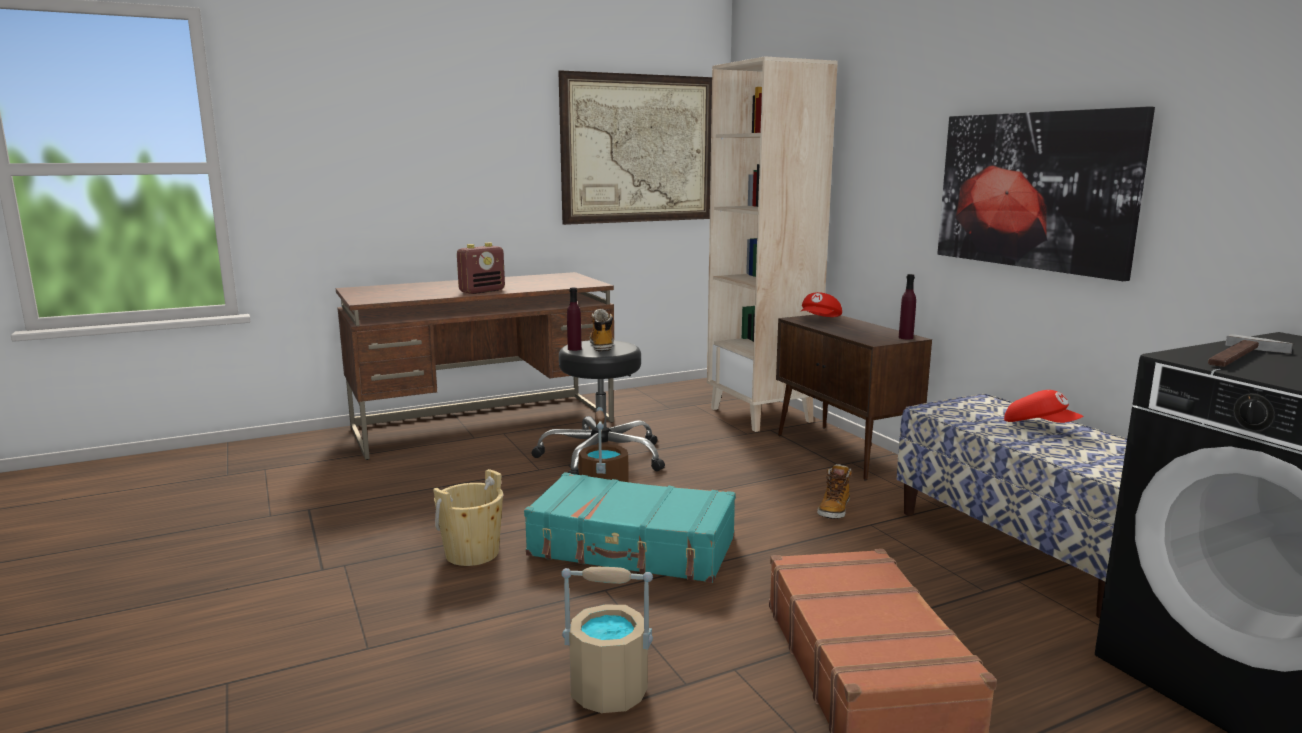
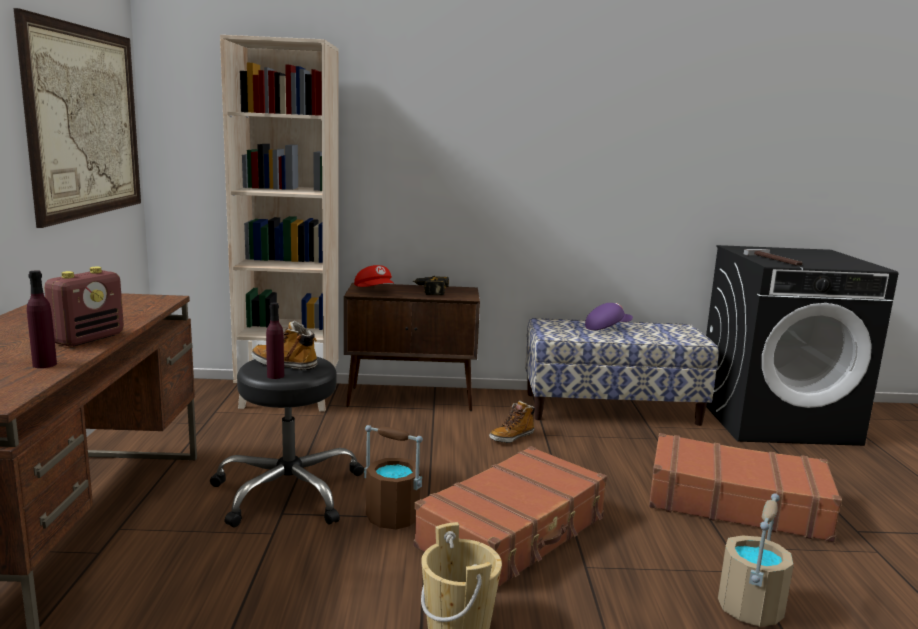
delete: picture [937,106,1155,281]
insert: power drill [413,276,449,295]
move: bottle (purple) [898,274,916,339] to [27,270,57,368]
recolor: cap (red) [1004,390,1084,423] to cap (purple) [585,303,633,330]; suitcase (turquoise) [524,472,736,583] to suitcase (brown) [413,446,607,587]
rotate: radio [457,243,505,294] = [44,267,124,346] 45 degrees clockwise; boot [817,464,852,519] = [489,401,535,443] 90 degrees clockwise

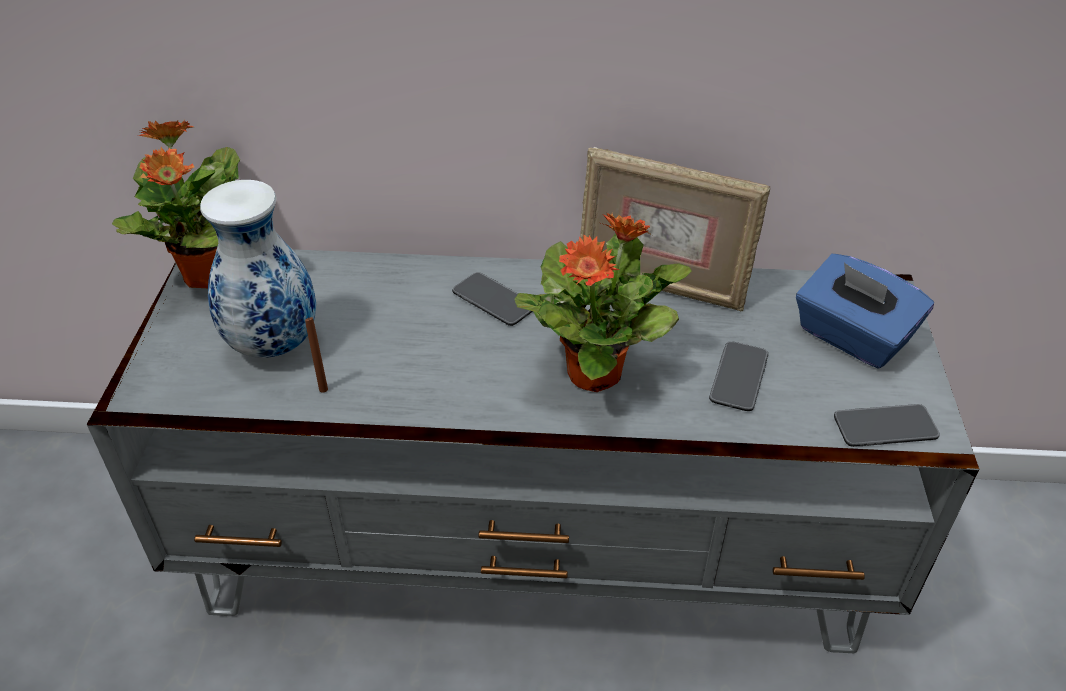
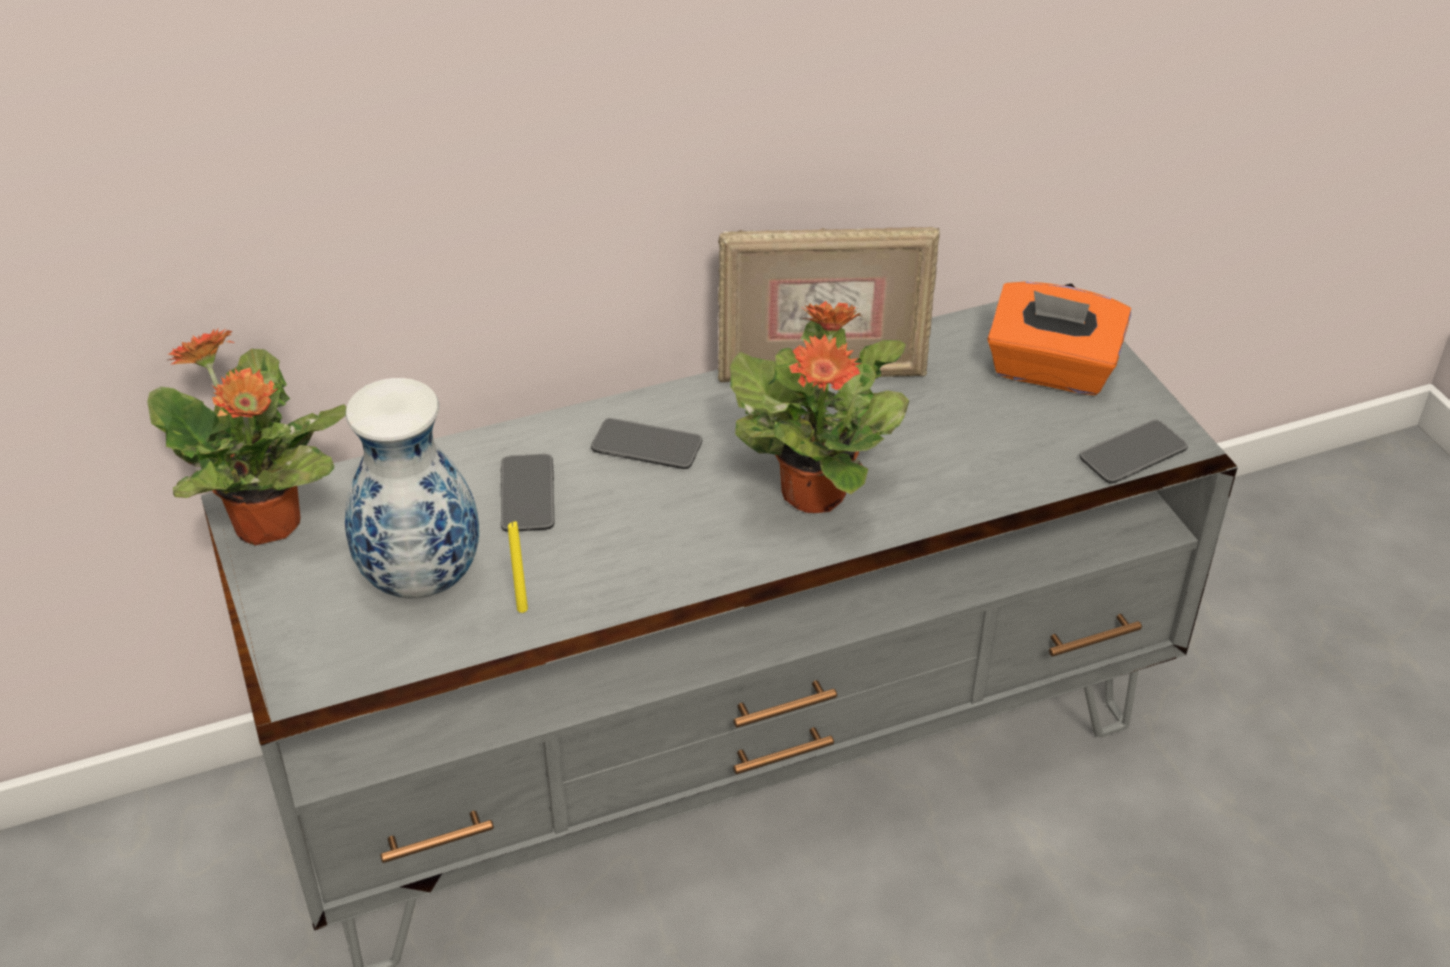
move: phone [709,341,768,411] to [501,454,554,532]
recolor: tissue box (blue) [796,254,934,369] to tissue box (orange) [987,281,1131,395]; candle (brown) [305,317,328,393] to candle (yellow) [508,521,528,613]

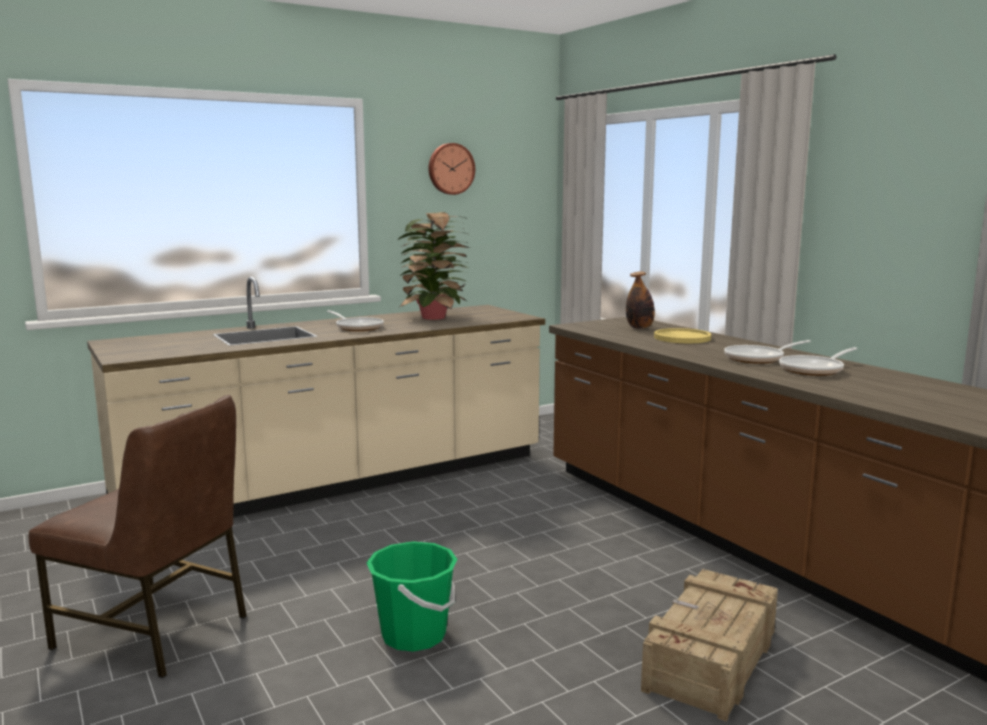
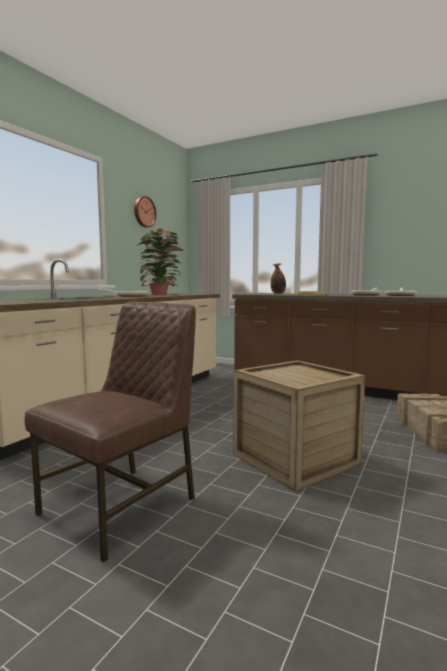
replace: bucket (green) [367,541,458,652] to crate [233,360,366,492]
rotate: chair (brown) [29,395,247,678] = [24,302,196,562] 45 degrees counterclockwise

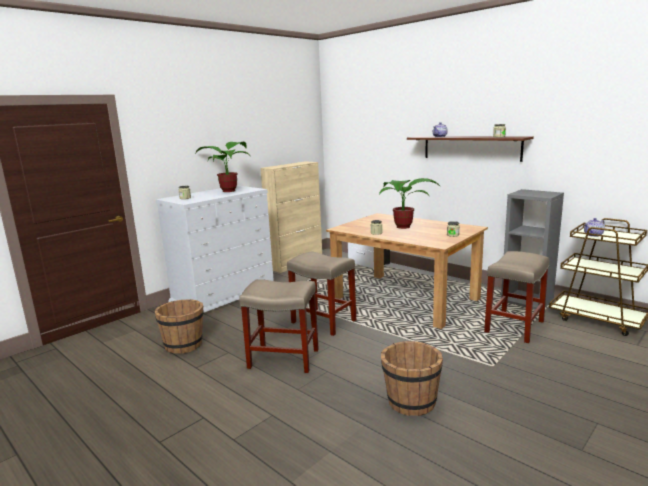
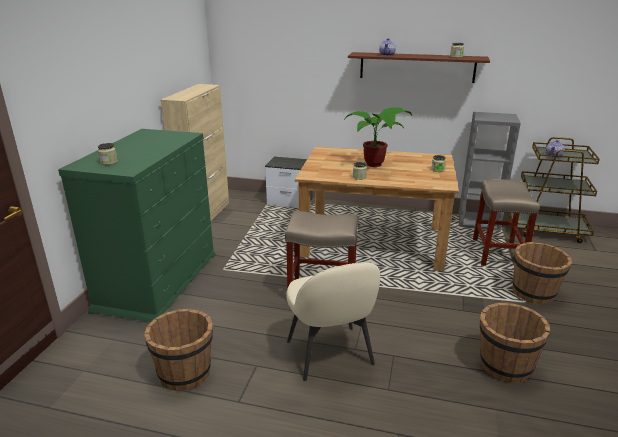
delete: potted plant [196,142,249,192]
insert: bucket (brown) [513,242,572,305]
replace: stool (beige) [239,279,319,373] to chair (beige) [286,262,380,381]
recolor: dresser (white) [156,185,274,312] to dresser (green) [58,129,215,322]

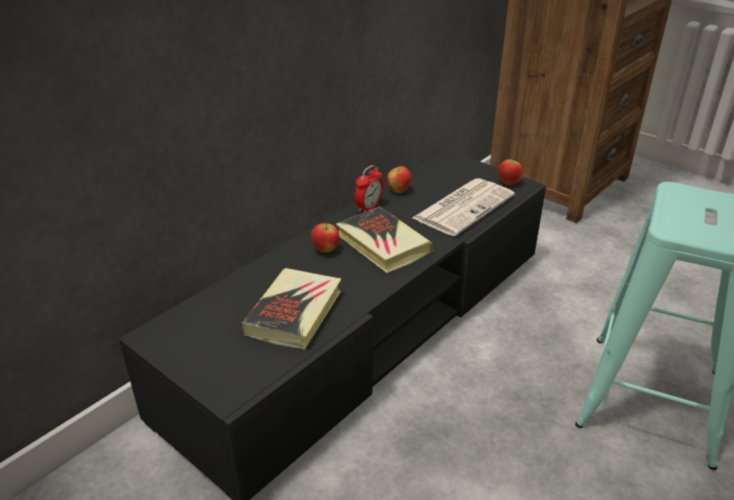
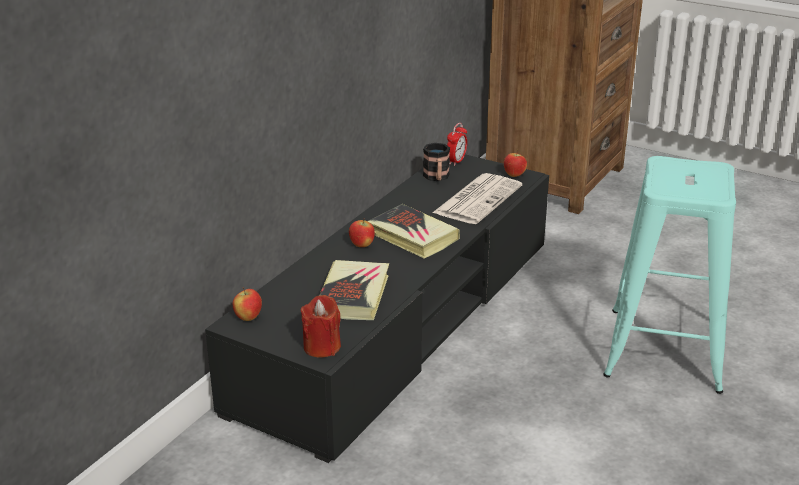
insert: mug [423,143,450,181]; candle (red) [301,295,341,358]
move: apple [387,164,411,193] to [233,287,262,321]; alarm clock [355,165,383,212] to [447,123,467,166]

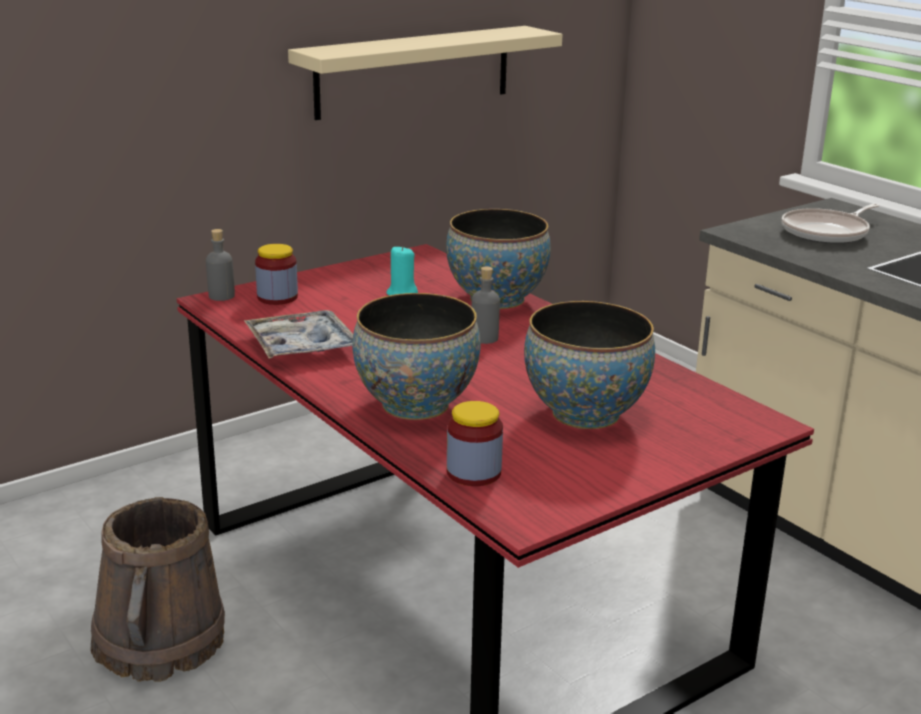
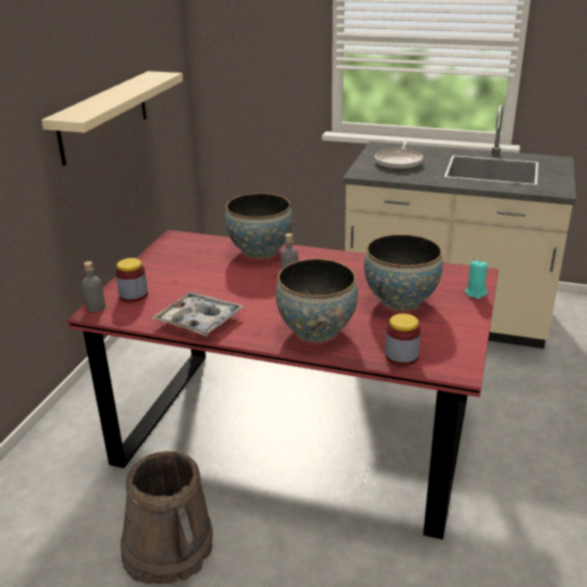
move: candle (turquoise) [386,246,418,295] to [465,260,487,299]

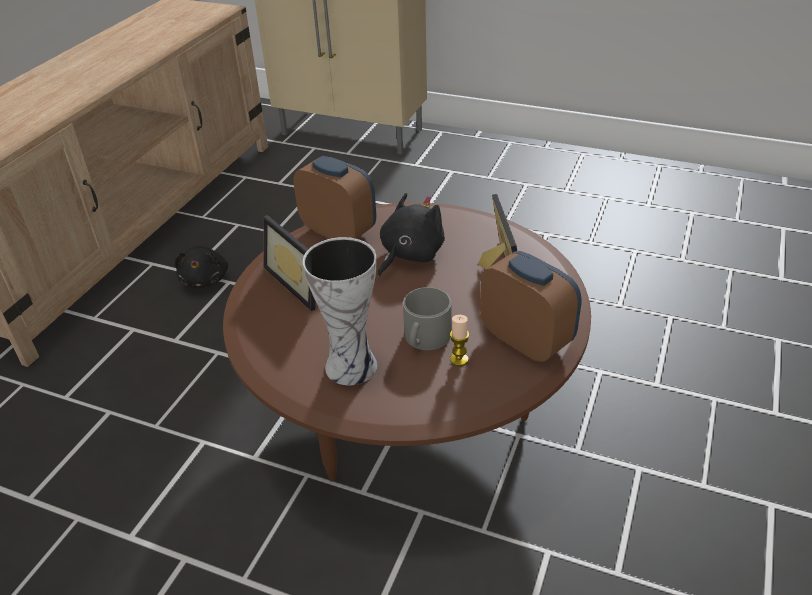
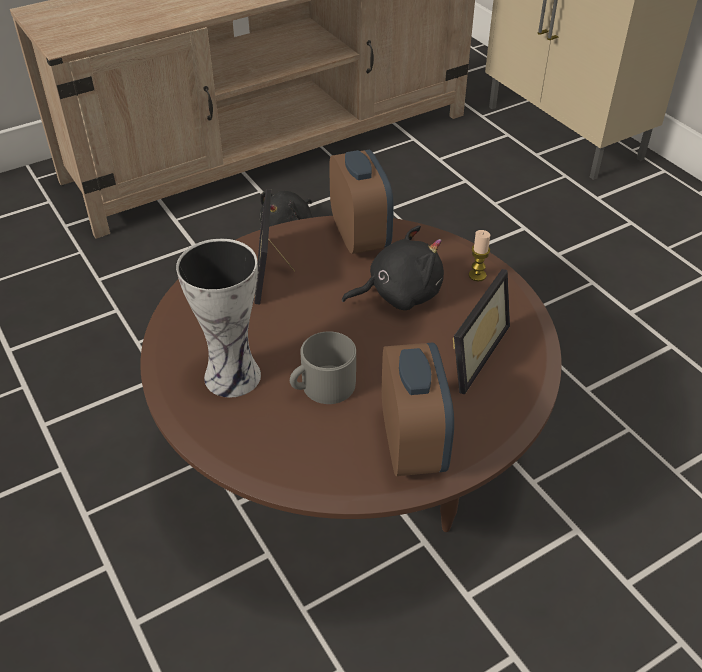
move: candle [450,315,469,366] to [469,230,490,281]

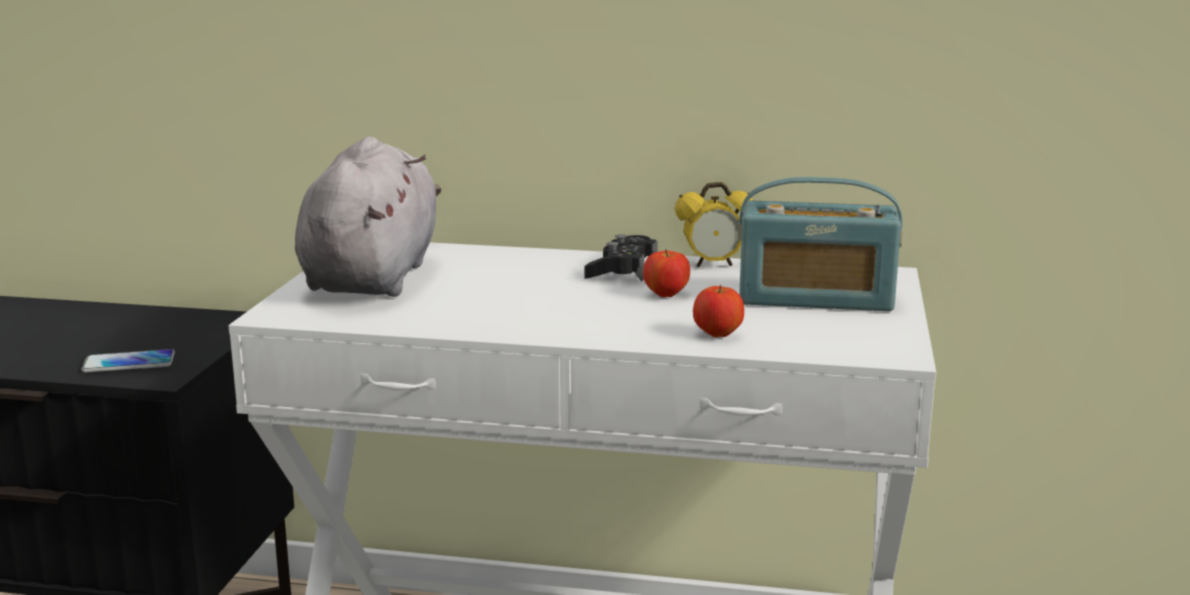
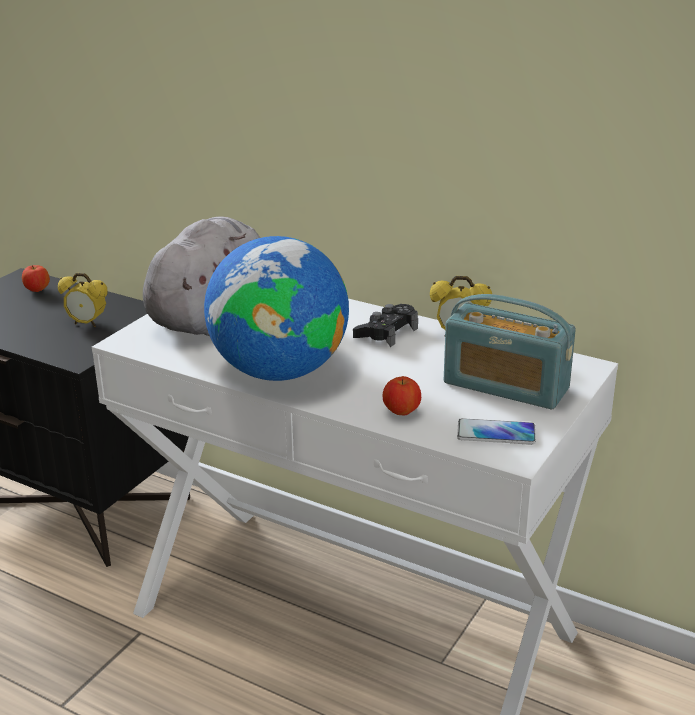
insert: globe [204,236,349,381]; alarm clock [58,273,108,327]
move: apple [643,249,690,297] to [22,265,50,292]; phone [82,349,175,372] to [457,418,536,445]

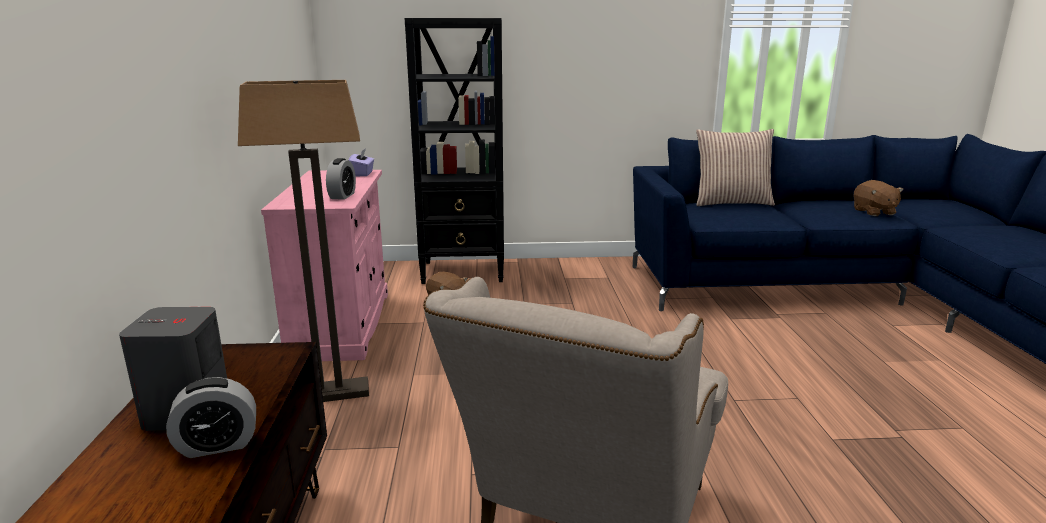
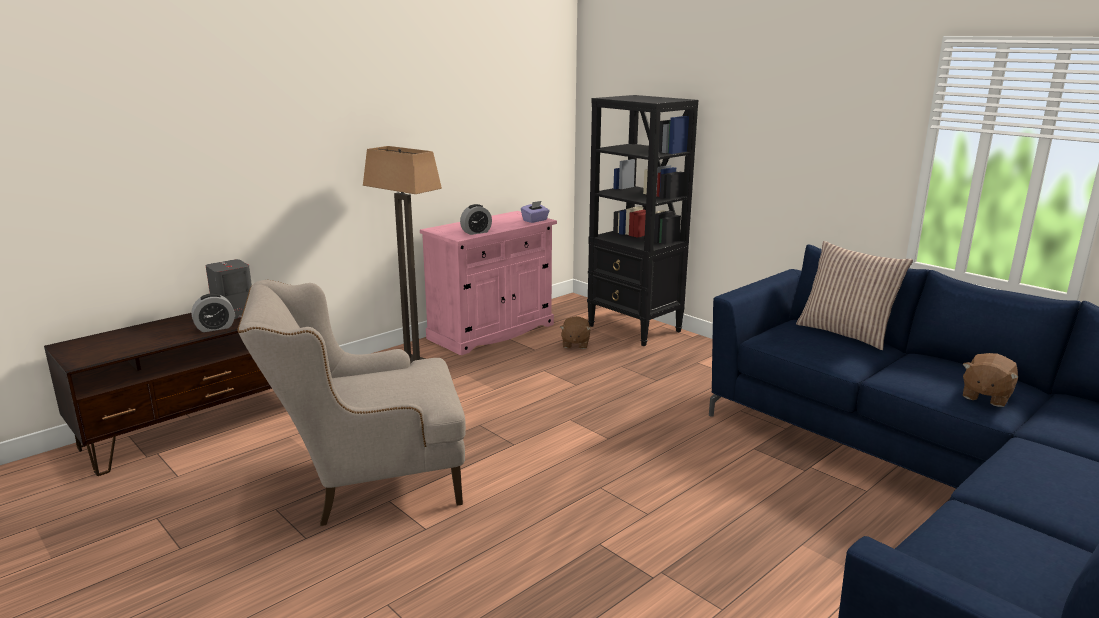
rotate: alarm clock [166,377,256,458] = [191,293,235,332] 60 degrees counterclockwise

